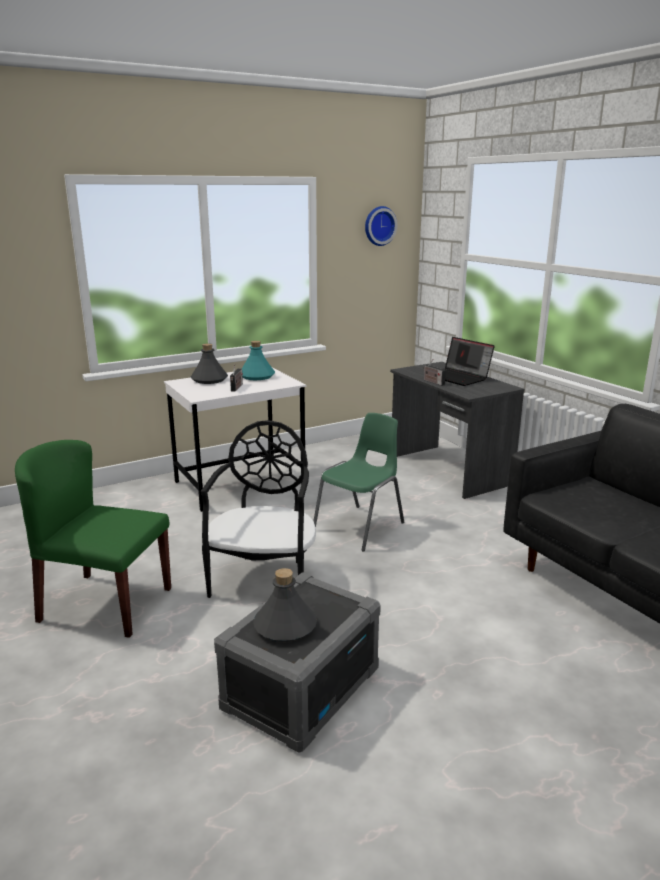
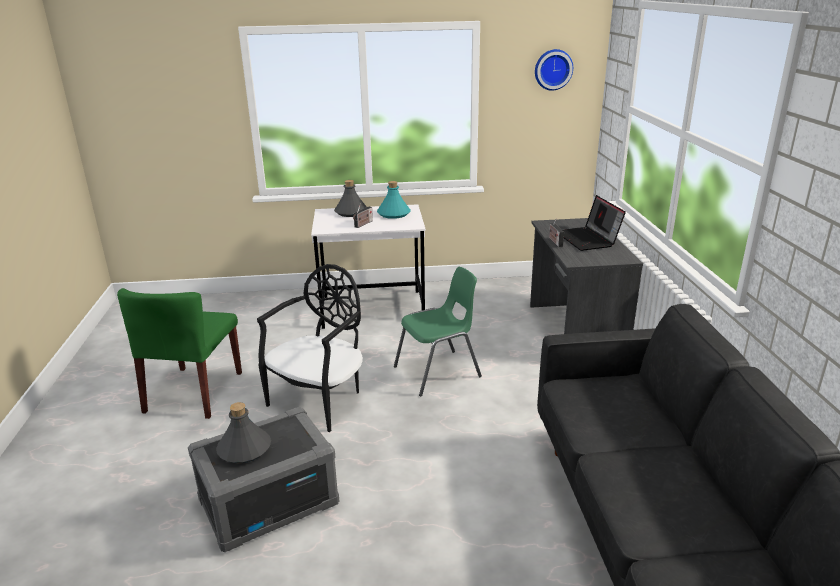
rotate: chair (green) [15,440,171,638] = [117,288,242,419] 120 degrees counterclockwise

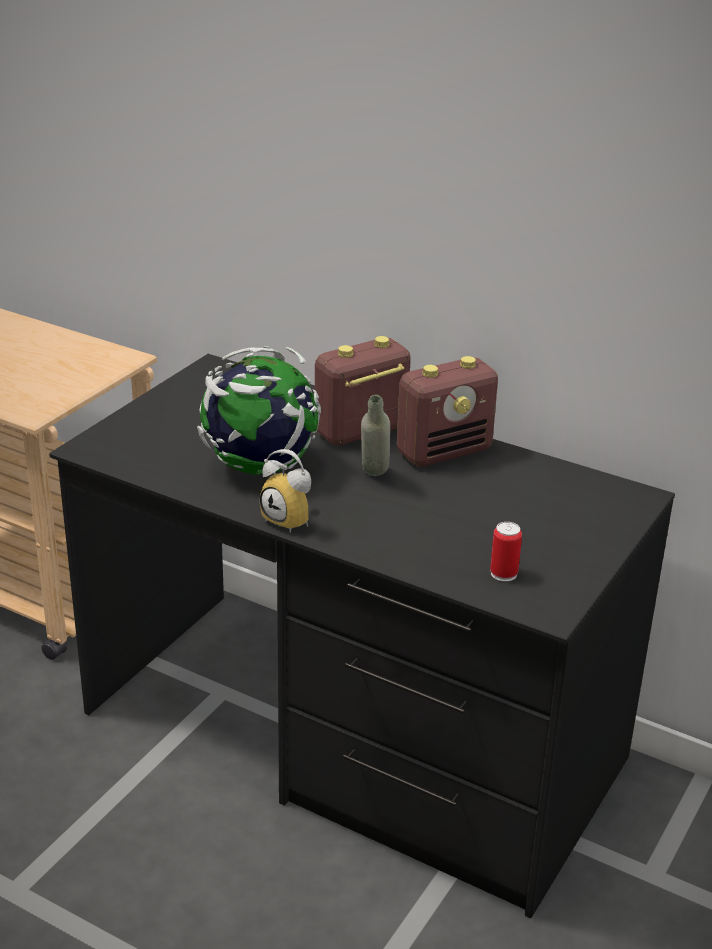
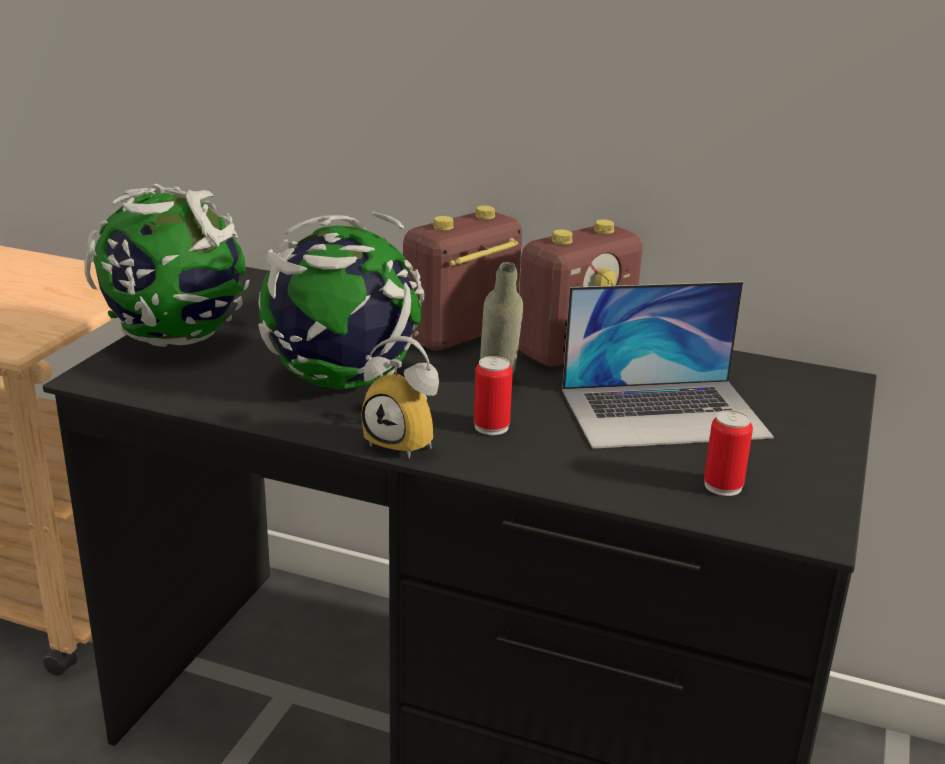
insert: globe [84,184,249,347]; laptop [562,282,774,449]; can [474,356,513,435]

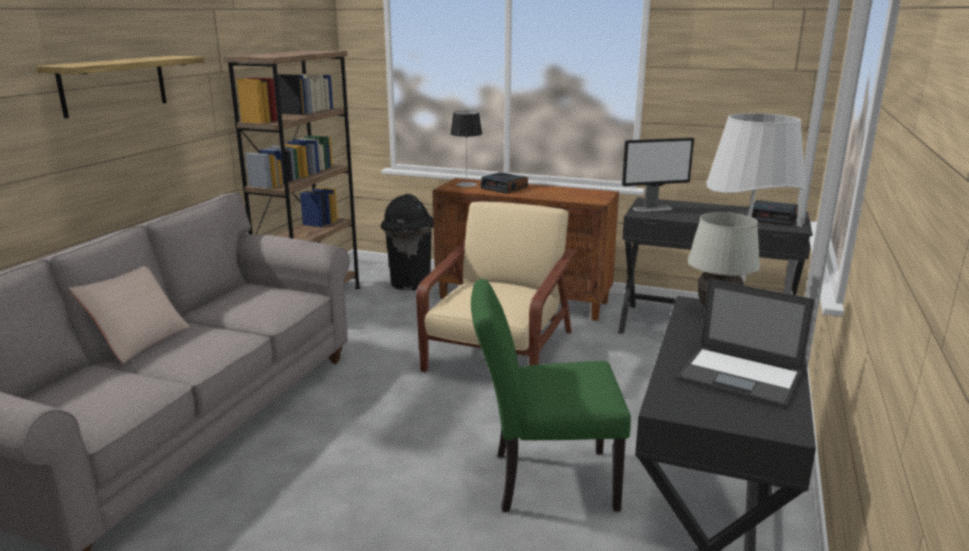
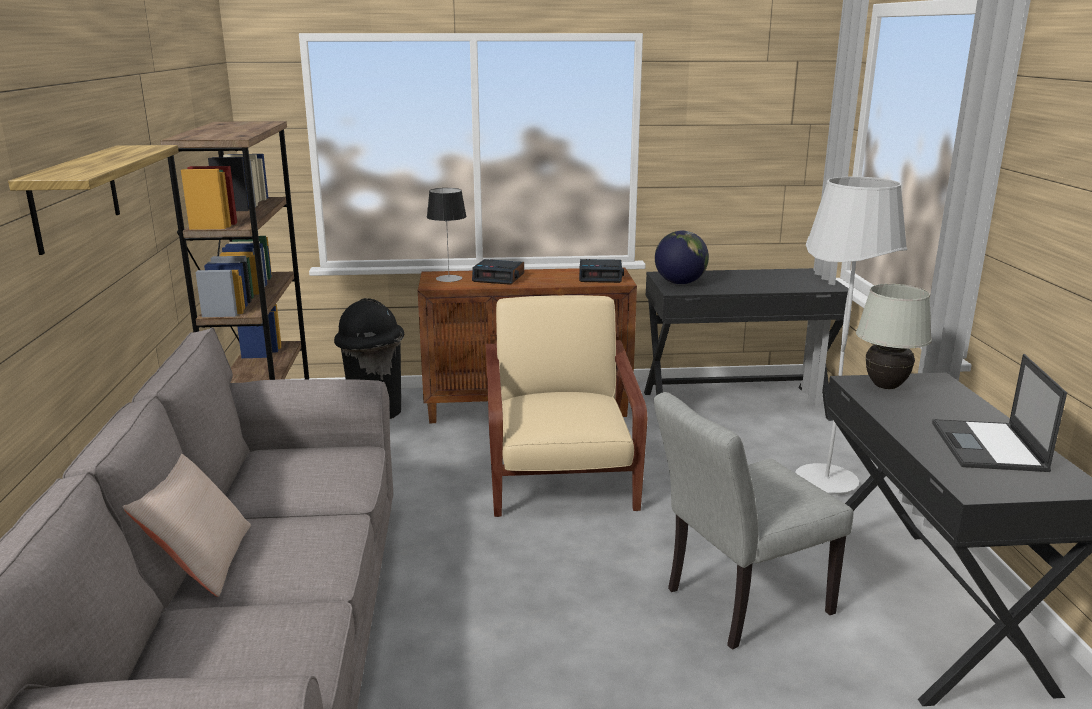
move: alarm clock [751,200,798,226] to [579,259,624,283]
replace: monitor [622,138,694,212] to globe [655,231,709,284]
recolor: chair (green) [471,279,631,512] to chair (grey) [654,392,853,649]
rotate: laptop [677,279,815,409] = [932,354,1067,472] 90 degrees clockwise

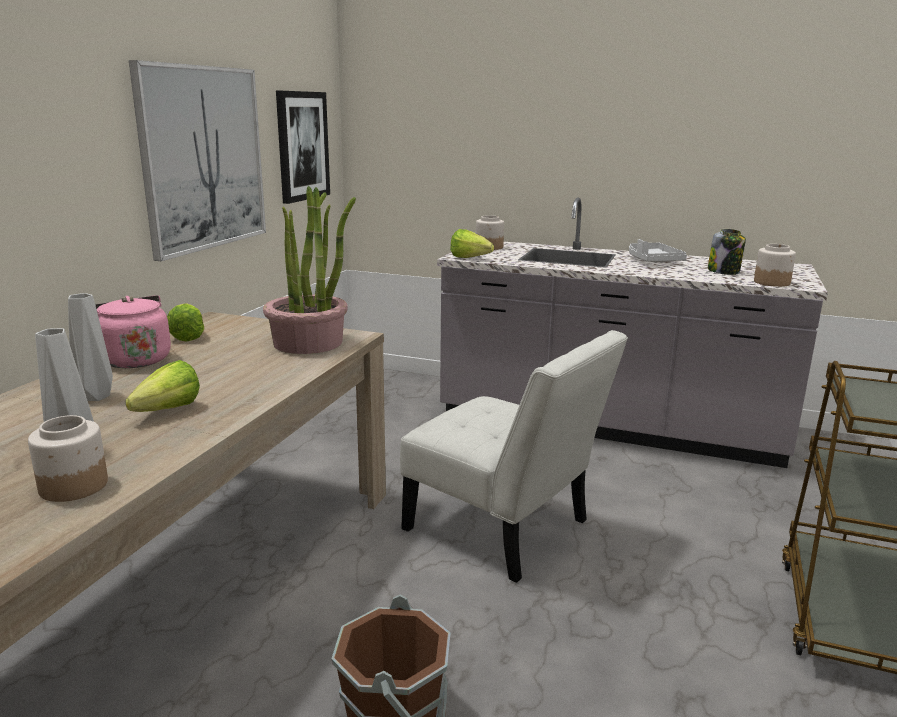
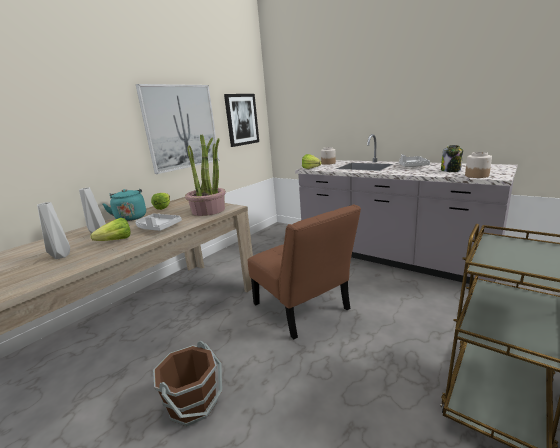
delete: jar [28,415,108,502]
insert: tray (grey) [135,214,182,231]
recolor: kettle (pink) [95,295,171,368] to kettle (turquoise) [103,189,146,221]; chair (white) [400,330,628,583] to chair (brown) [248,204,361,339]

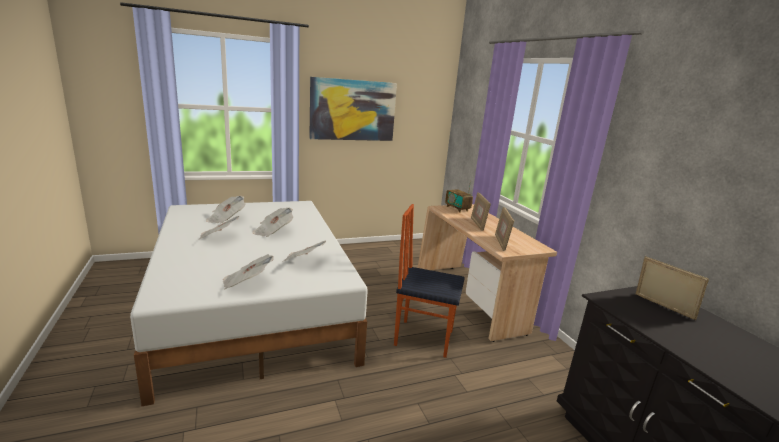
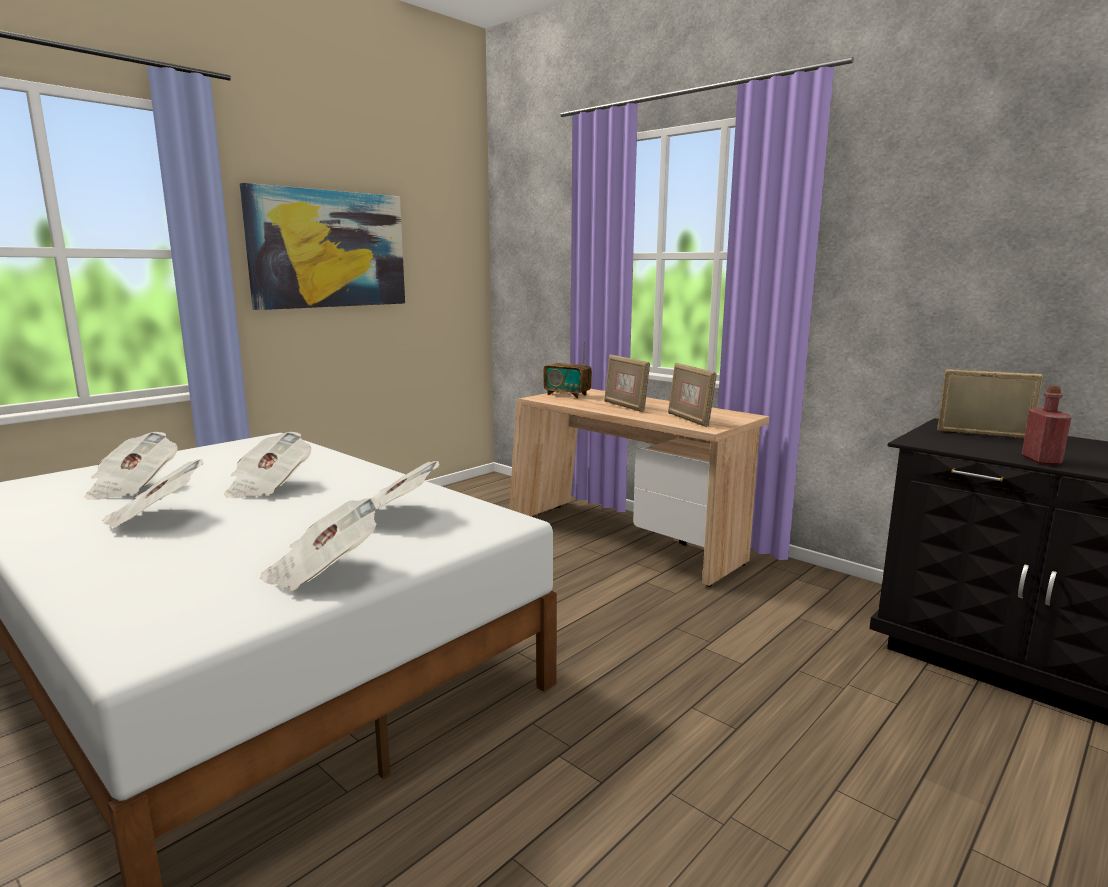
delete: chair [394,204,465,358]
insert: bottle (red) [1022,386,1072,465]

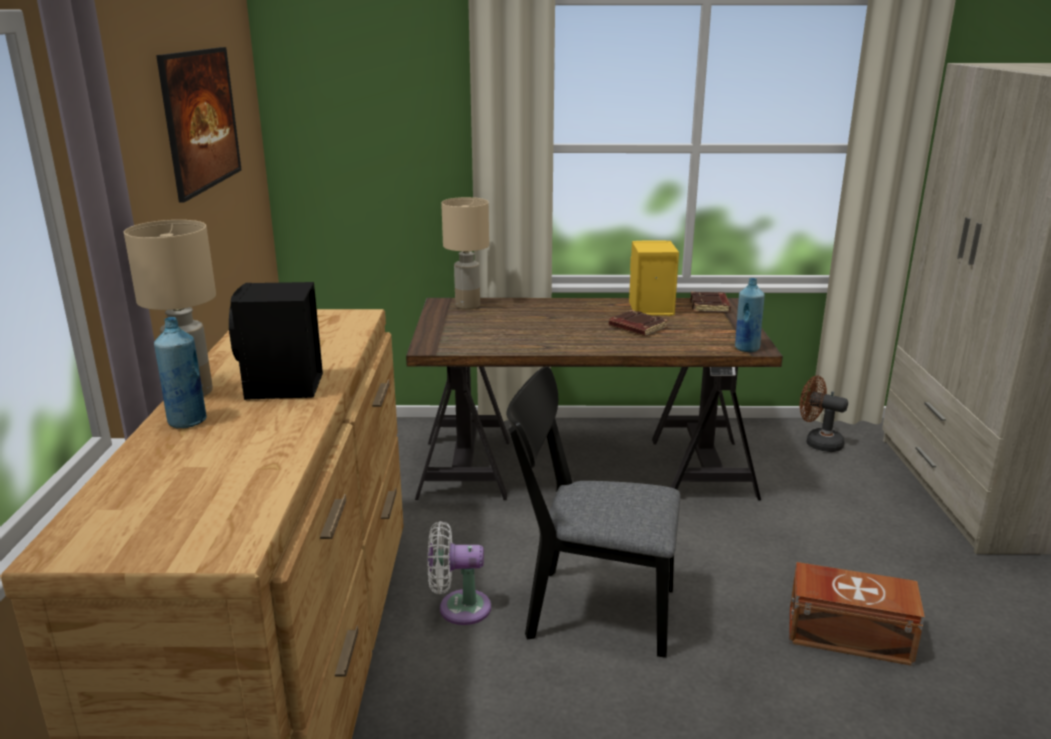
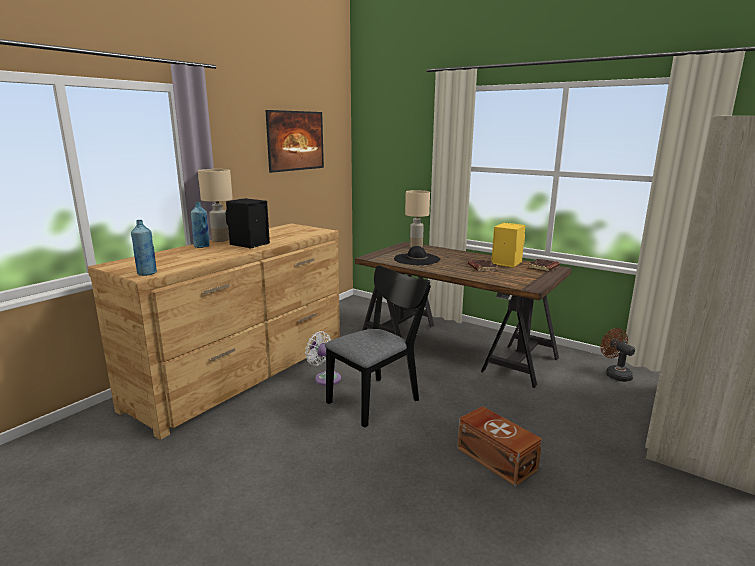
insert: hat (black) [394,246,440,265]
move: bottle (blue) [735,278,765,352] to [131,220,157,276]
rotate: chair (black) [506,366,680,658] = [325,265,431,428] 90 degrees clockwise

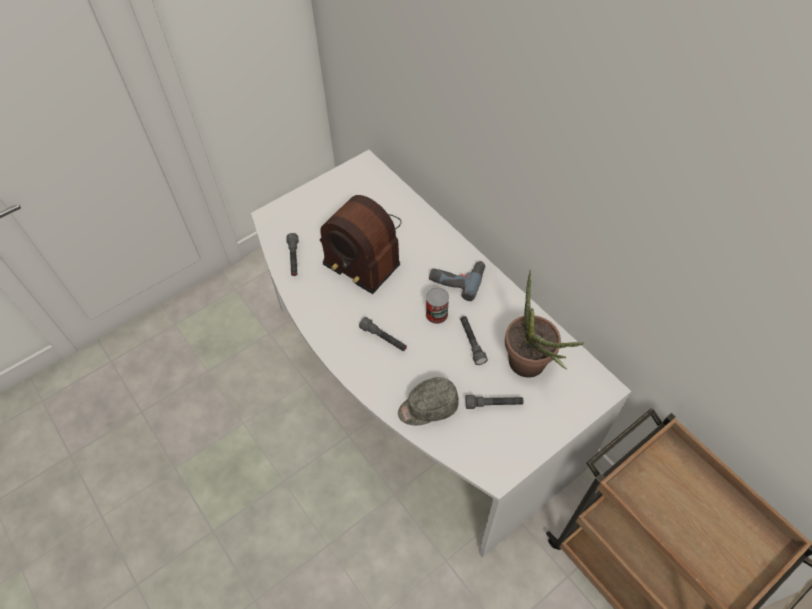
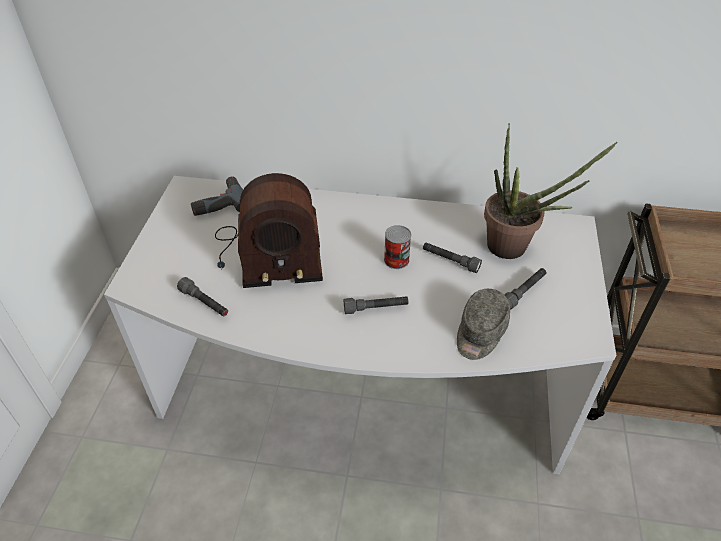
move: power drill [429,261,485,301] to [191,176,243,216]

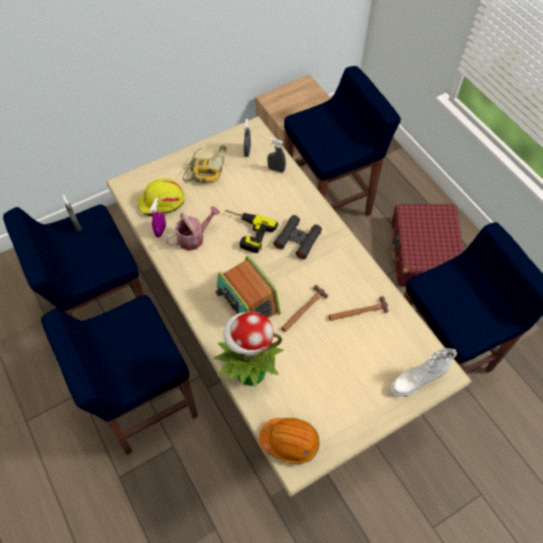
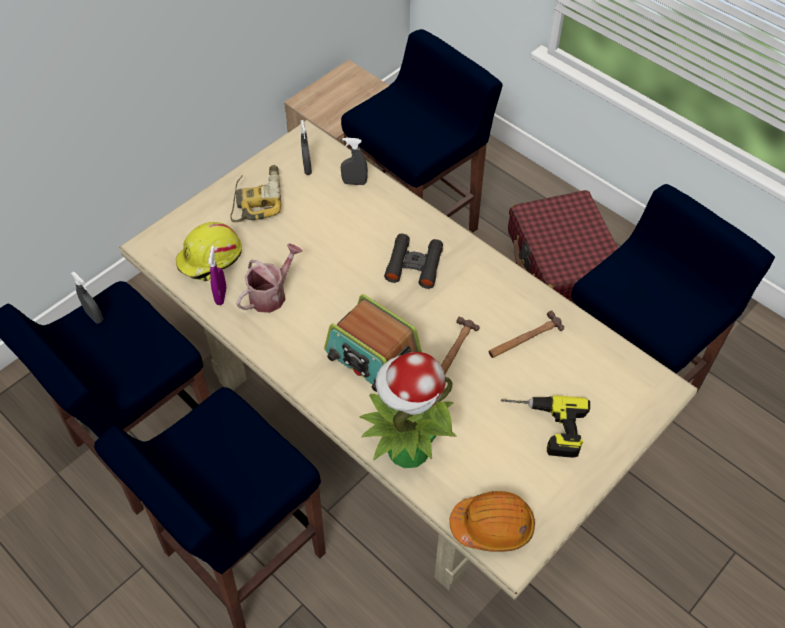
delete: boot (white) [390,348,457,397]
move: power drill [225,210,278,253] to [501,395,590,458]

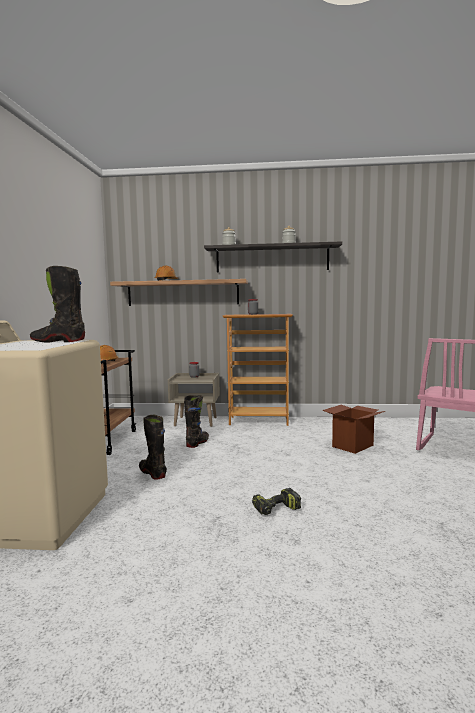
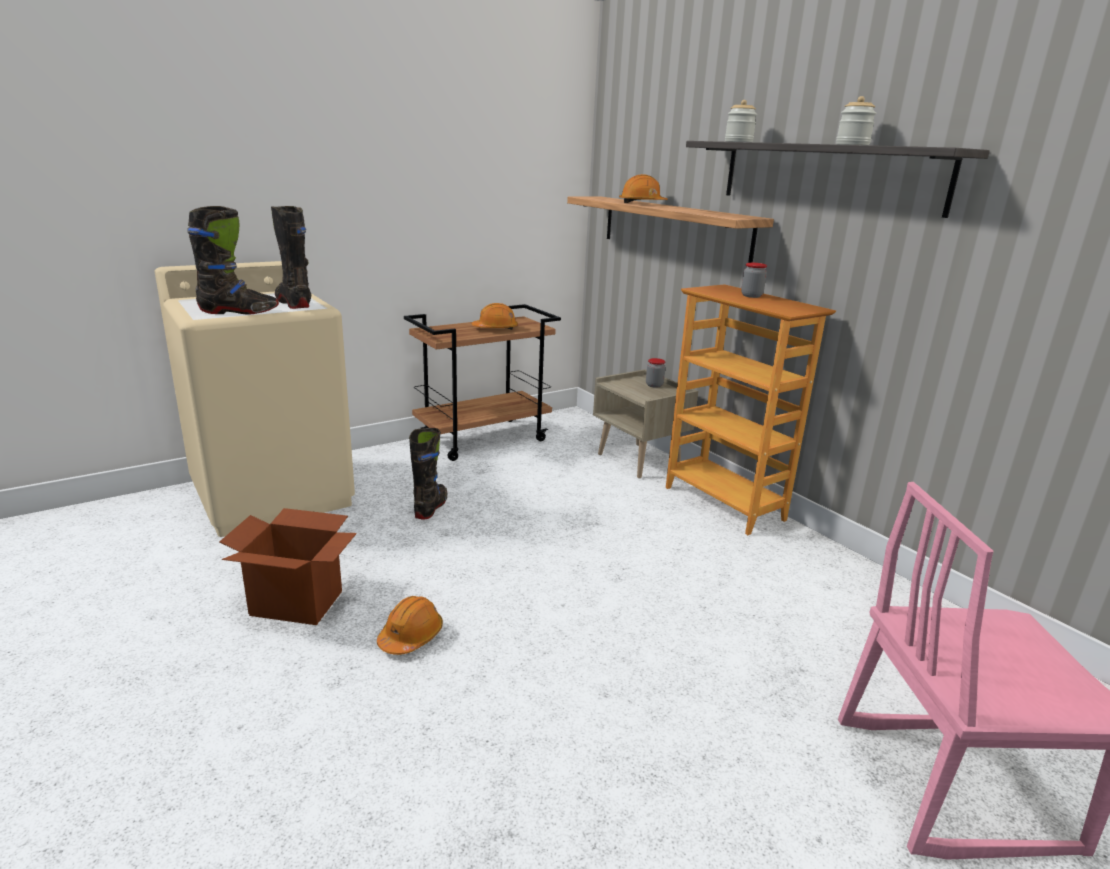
move: boot (black) [184,395,209,448] to [187,206,279,314]; cardboard box [322,405,385,454] to [219,508,357,625]
replace: power drill [252,488,301,515] to hard hat (orange) [377,596,443,655]

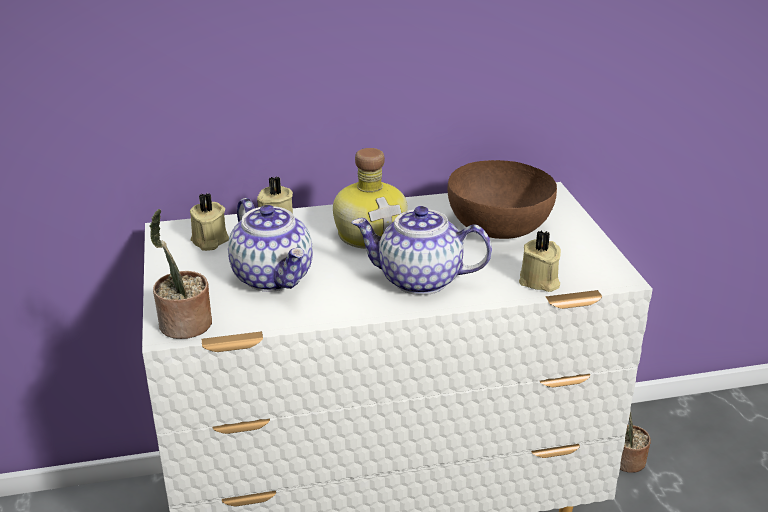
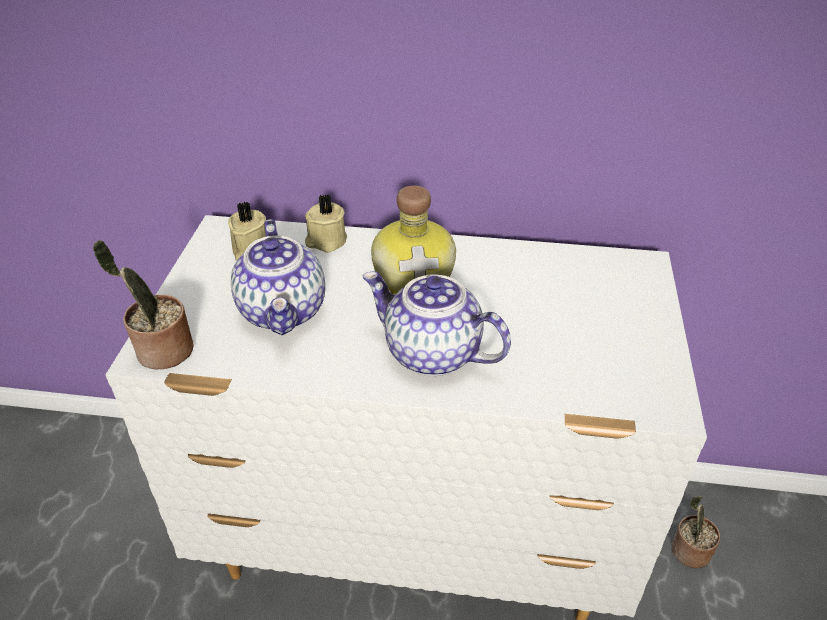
delete: bowl (brown) [448,160,557,239]; candle (beige) [519,231,561,292]

